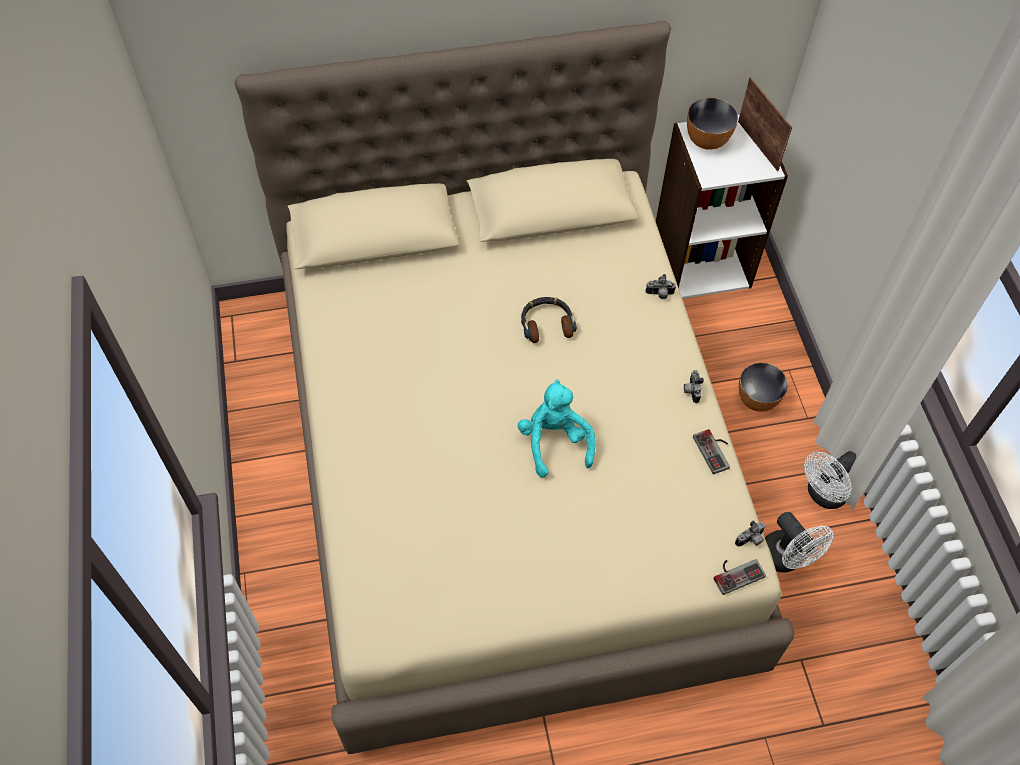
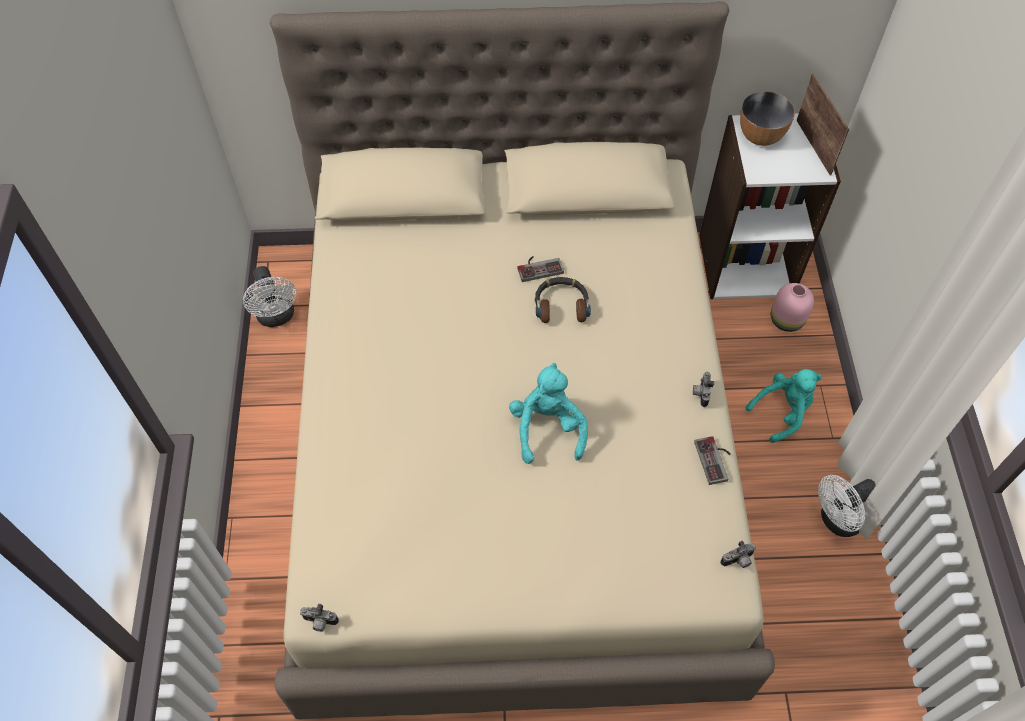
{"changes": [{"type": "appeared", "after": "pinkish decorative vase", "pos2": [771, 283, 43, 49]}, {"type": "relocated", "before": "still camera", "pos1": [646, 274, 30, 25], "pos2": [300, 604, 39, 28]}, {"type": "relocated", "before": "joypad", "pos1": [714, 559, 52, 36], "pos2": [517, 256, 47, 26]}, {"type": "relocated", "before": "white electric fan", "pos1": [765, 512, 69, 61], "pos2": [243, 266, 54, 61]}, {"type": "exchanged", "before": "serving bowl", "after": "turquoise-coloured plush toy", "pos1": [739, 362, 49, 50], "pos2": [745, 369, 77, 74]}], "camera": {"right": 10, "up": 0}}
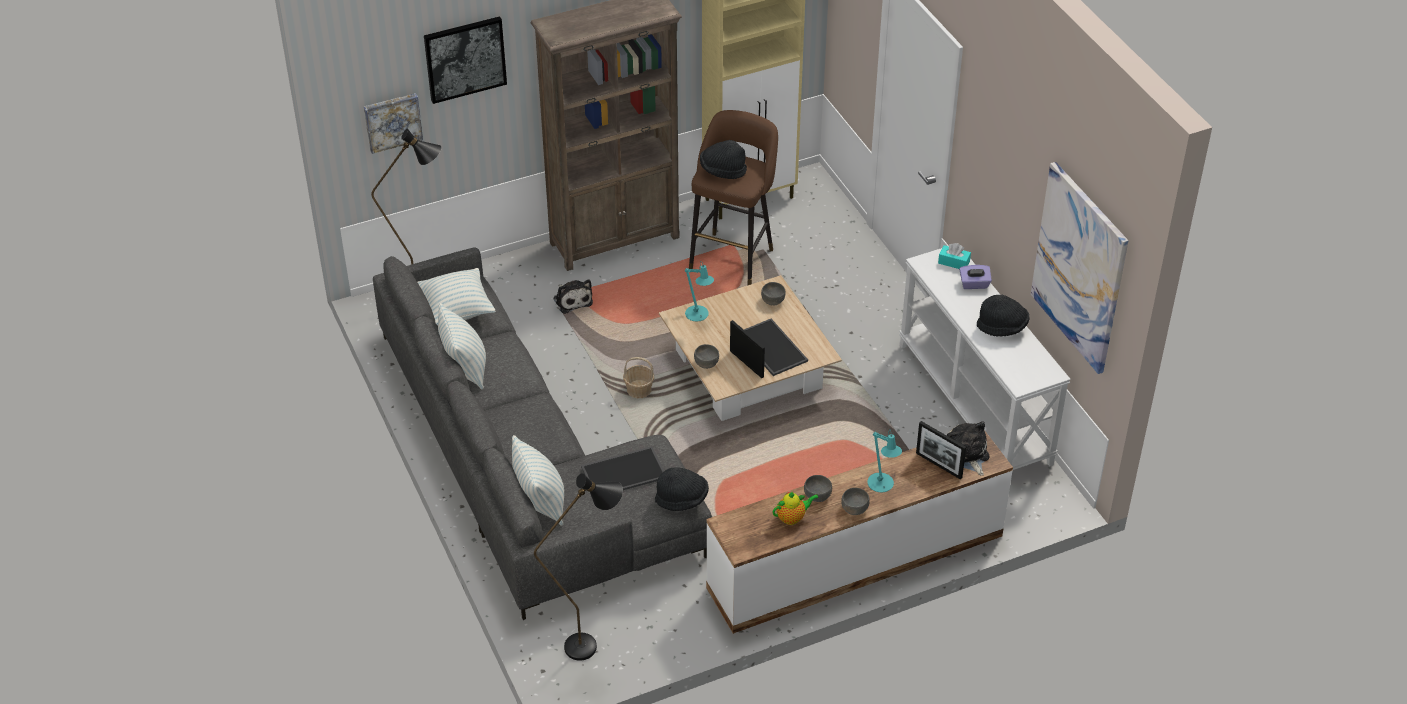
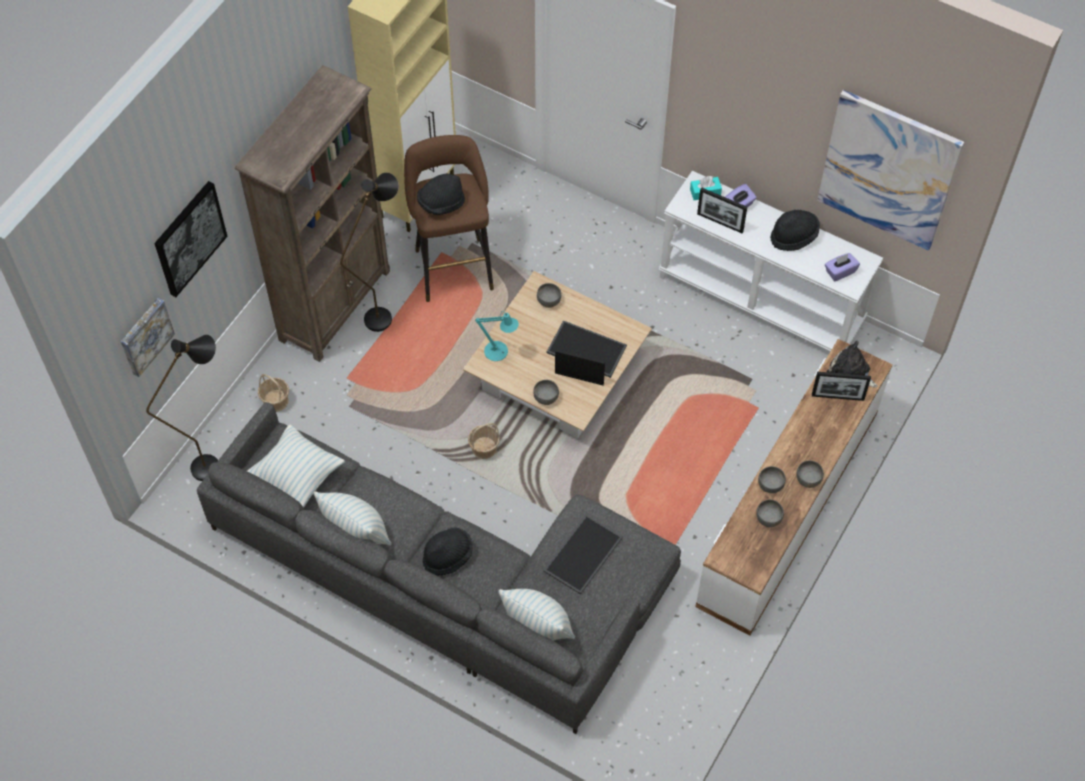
{"changes": [{"type": "missing", "before": "plush toy", "pos1": [553, 279, 40, 35]}, {"type": "missing", "before": "turquoise-coloured table lamp", "pos1": [867, 430, 35, 62]}, {"type": "appeared", "after": "basket", "pos2": [258, 374, 31, 38]}, {"type": "appeared", "after": "picture frame", "pos2": [697, 187, 50, 46]}, {"type": "appeared", "after": "purple-coloured tissue box", "pos2": [825, 253, 35, 28]}, {"type": "relocated", "before": "blackish standing lamp", "pos1": [534, 473, 89, 188], "pos2": [340, 173, 59, 159]}, {"type": "relocated", "before": "blackish wearable hat", "pos1": [655, 467, 54, 44], "pos2": [423, 527, 49, 49]}, {"type": "exchanged", "before": "teapot", "after": "greyish serving bowl", "pos1": [772, 492, 47, 33], "pos2": [756, 500, 28, 27]}], "camera": {"right": -35, "up": 15}}
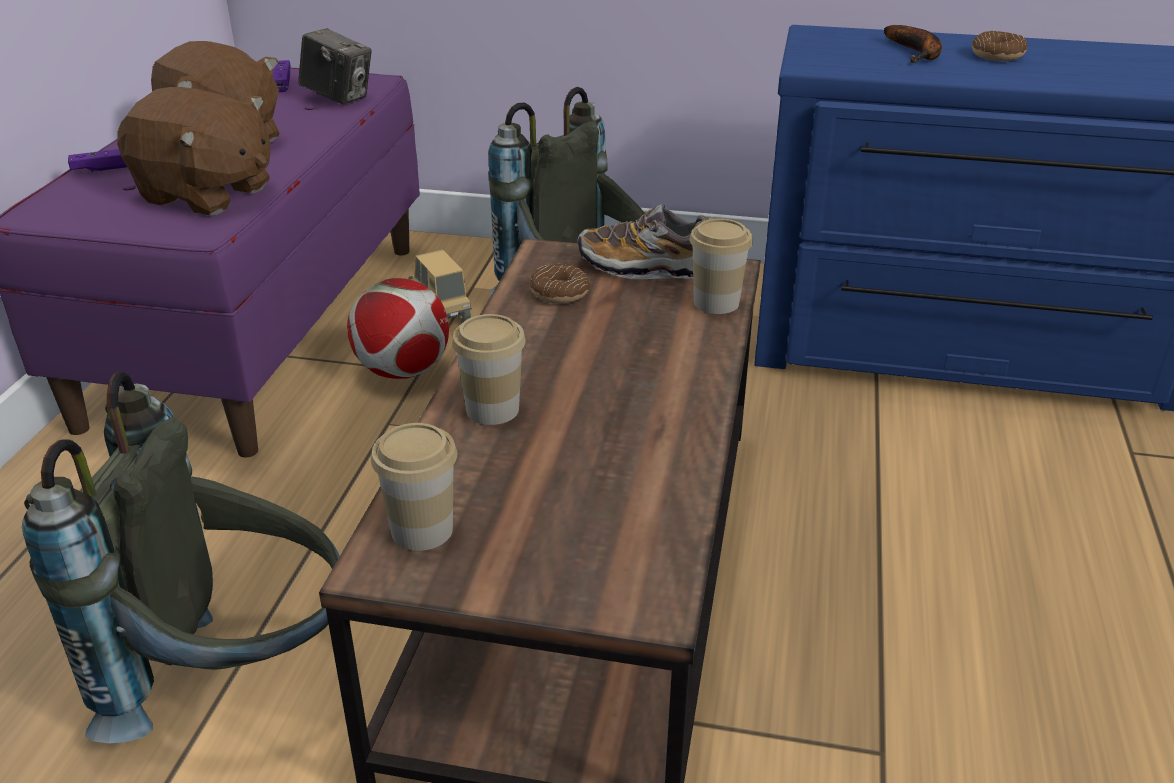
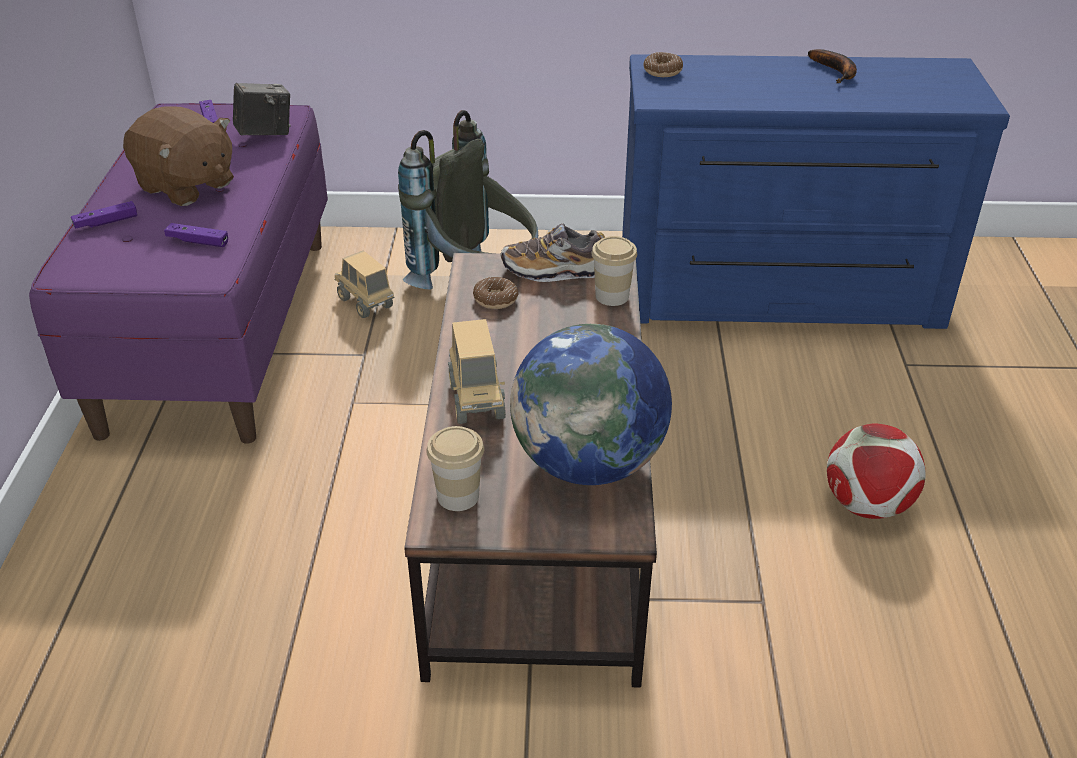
{"changes": [{"type": "missing", "before": "greyish rucksack", "pos1": [22, 371, 318, 373]}, {"type": "appeared", "after": "globe", "pos2": [510, 324, 162, 161]}, {"type": "relocated", "before": "football", "pos1": [347, 278, 102, 101], "pos2": [827, 424, 99, 95]}, {"type": "relocated", "before": "banana fruit", "pos1": [884, 25, 58, 38], "pos2": [808, 49, 49, 34]}, {"type": "relocated", "before": "doughnut", "pos1": [972, 31, 55, 30], "pos2": [643, 52, 40, 25]}, {"type": "exchanged", "before": "brown plush toy", "after": "purple-coloured joypad", "pos1": [117, 87, 153, 128], "pos2": [164, 223, 64, 24]}, {"type": "exchanged", "before": "drinking cup", "after": "toy truck", "pos1": [452, 314, 74, 111], "pos2": [448, 319, 58, 105]}, {"type": "spun", "before": "still camera", "pos1": [298, 28, 74, 77], "pos2": [233, 83, 57, 53], "turn": -45}], "camera": {"right": -10, "up": 5}}
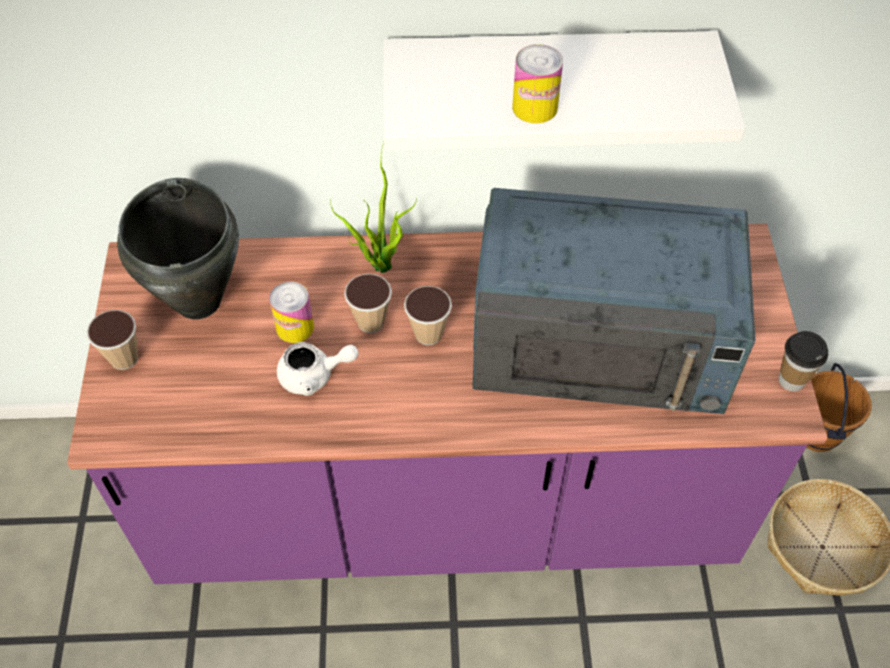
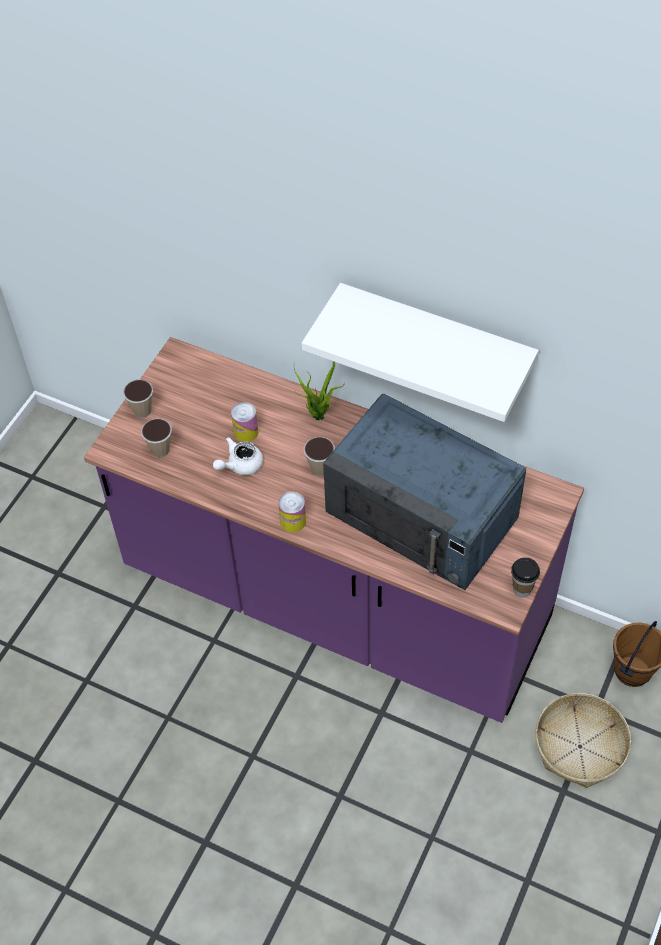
{"changes": [{"type": "missing", "before": "blackish stockpot", "pos1": [117, 178, 122, 141]}, {"type": "relocated", "before": "drinking cup", "pos1": [344, 274, 48, 59], "pos2": [141, 418, 31, 39]}, {"type": "relocated", "before": "metal can", "pos1": [512, 44, 51, 80], "pos2": [278, 491, 28, 42]}, {"type": "spun", "before": "white teapot", "pos1": [277, 342, 82, 54], "pos2": [213, 437, 50, 38], "turn": 120}], "camera": {"right": 30, "up": 0}}
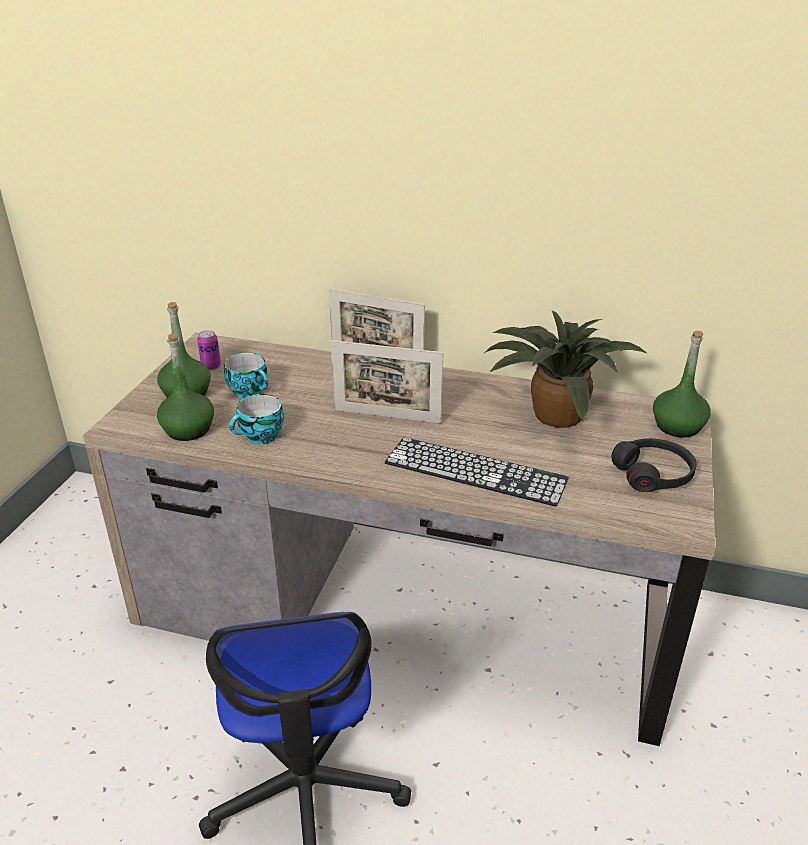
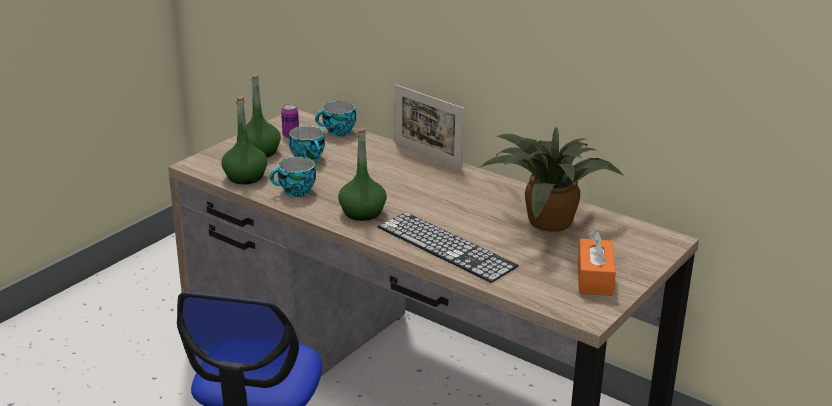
{"changes": [{"type": "missing", "before": "picture frame", "pos1": [331, 340, 112, 84]}, {"type": "appeared", "after": "drinking cup", "pos2": [315, 101, 41, 35]}, {"type": "relocated", "before": "green beverage bottle", "pos1": [653, 331, 58, 107], "pos2": [338, 127, 49, 94]}, {"type": "exchanged", "before": "blackish headphones", "after": "orangey tissue box", "pos1": [611, 438, 86, 54], "pos2": [578, 231, 38, 65]}], "camera": {"right": 20, "up": -5}}
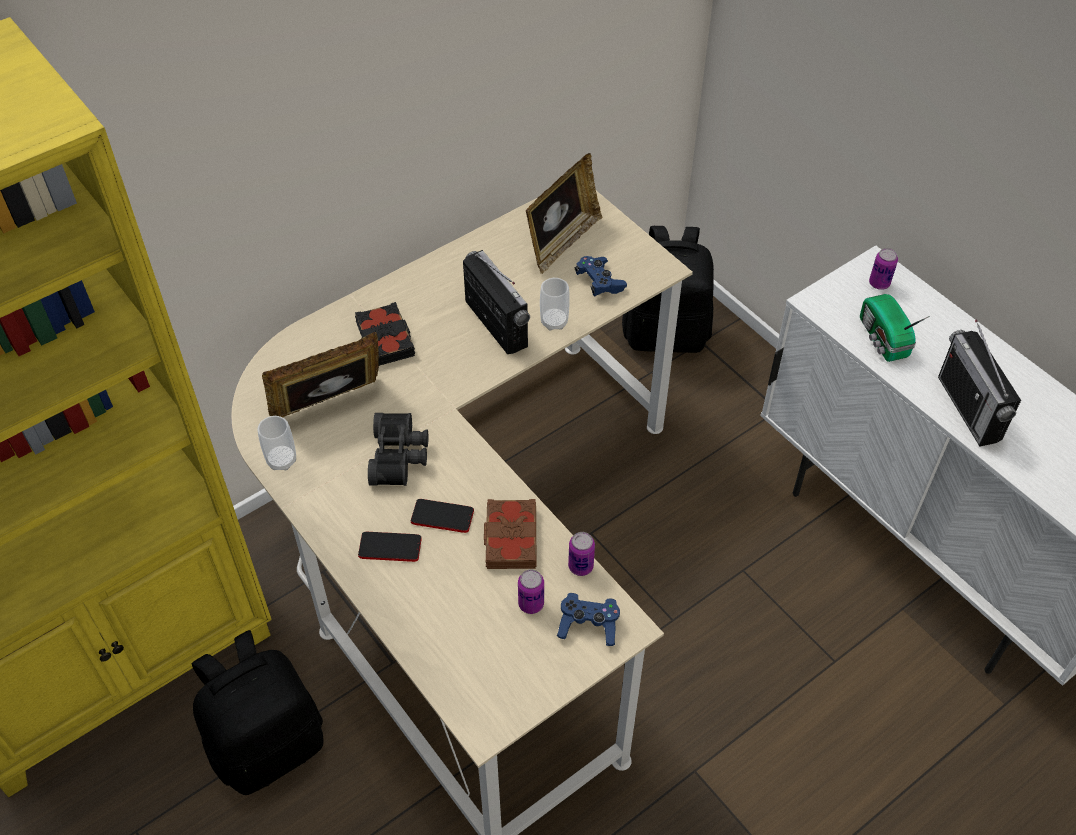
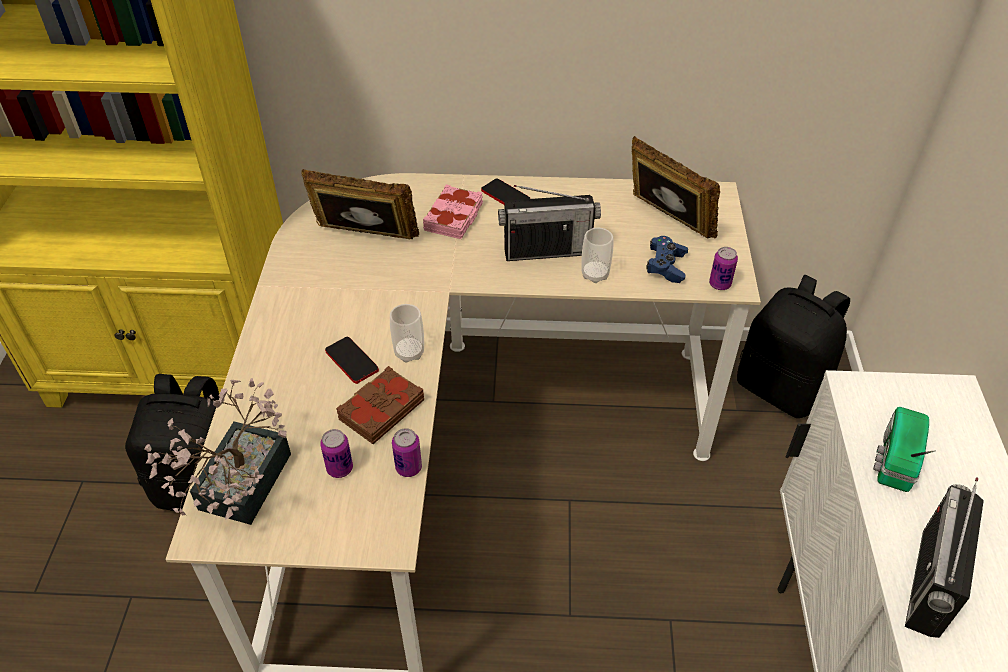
{"changes": [{"type": "missing", "before": "blackish pair of binoculars", "pos1": [368, 413, 60, 73]}, {"type": "missing", "before": "bluish joypad", "pos1": [557, 593, 63, 53]}, {"type": "appeared", "after": "potted plant", "pos2": [145, 378, 146, 147]}, {"type": "relocated", "before": "drinking cup", "pos1": [258, 416, 38, 54], "pos2": [390, 304, 34, 59]}, {"type": "relocated", "before": "phone", "pos1": [358, 532, 64, 30], "pos2": [481, 179, 50, 26]}, {"type": "relocated", "before": "metal can", "pos1": [869, 248, 29, 42], "pos2": [709, 247, 29, 43]}, {"type": "colour", "before": "blackish book", "after": "pinkish book", "pos1": [355, 302, 60, 64], "pos2": [423, 184, 60, 55]}, {"type": "spun", "before": "radio set", "pos1": [463, 250, 67, 104], "pos2": [498, 185, 103, 76], "turn": 75}, {"type": "spun", "before": "picture frame", "pos1": [526, 153, 77, 121], "pos2": [632, 136, 88, 103], "turn": -120}], "camera": {"right": 40, "up": -5}}
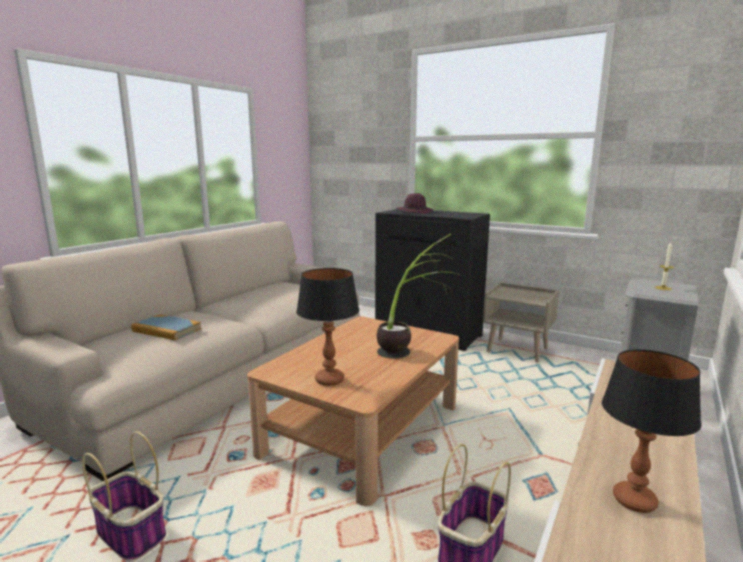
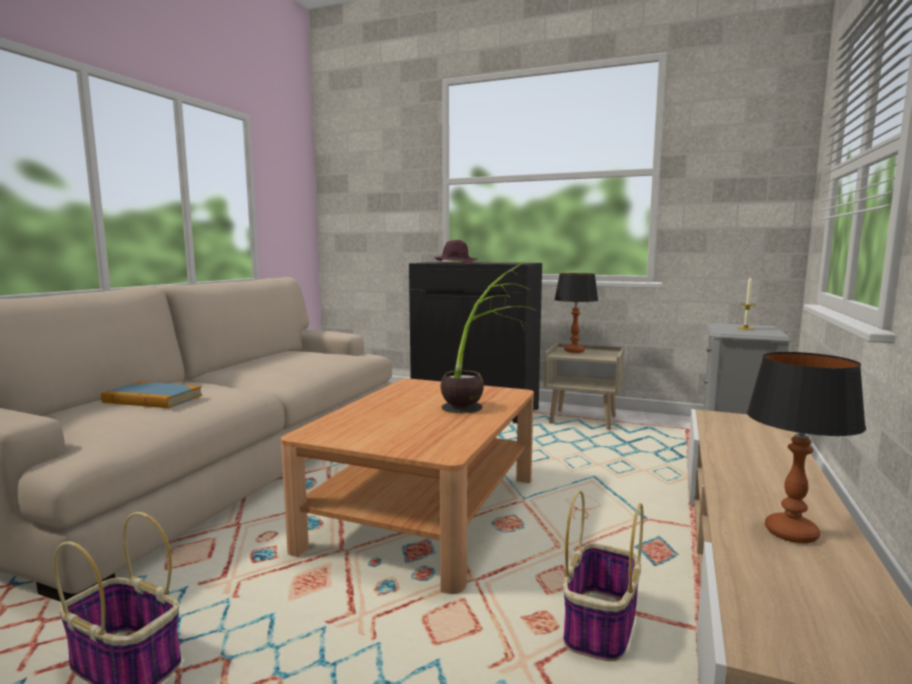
{"changes": [{"type": "relocated", "before": "table lamp", "pos1": [296, 268, 63, 118], "pos2": [554, 273, 44, 80]}], "camera": {"right": -10, "up": -5}}
